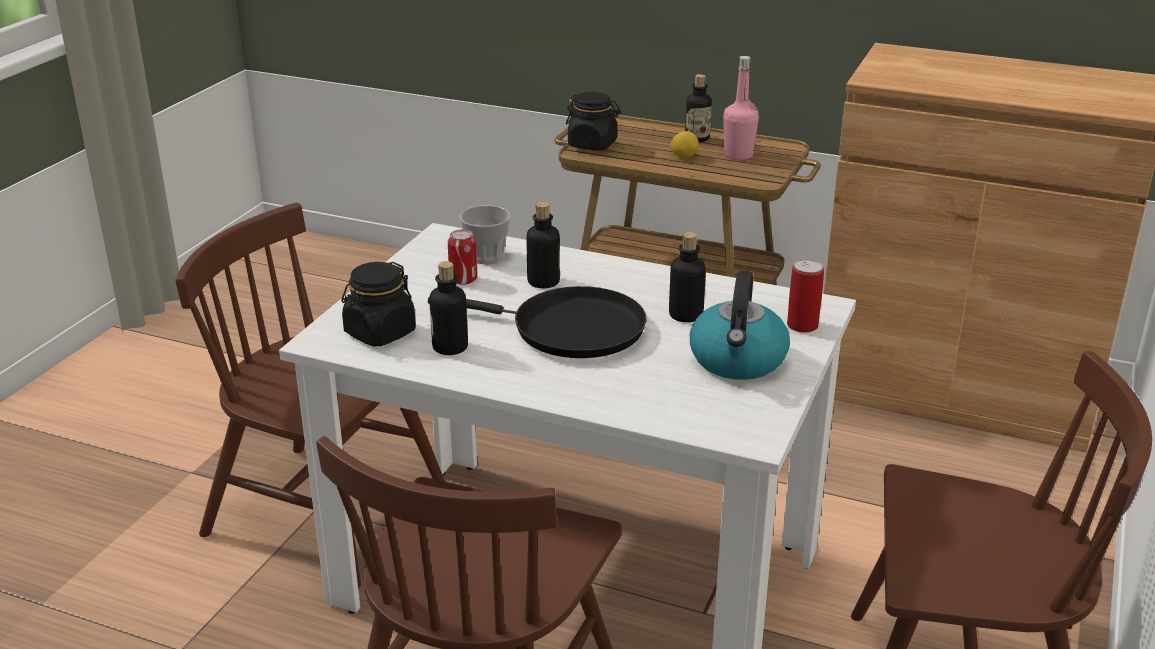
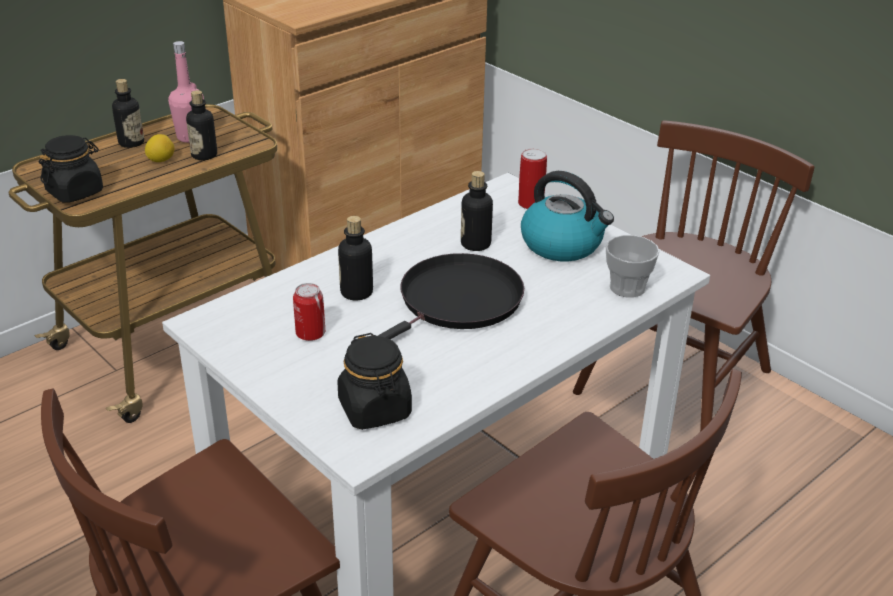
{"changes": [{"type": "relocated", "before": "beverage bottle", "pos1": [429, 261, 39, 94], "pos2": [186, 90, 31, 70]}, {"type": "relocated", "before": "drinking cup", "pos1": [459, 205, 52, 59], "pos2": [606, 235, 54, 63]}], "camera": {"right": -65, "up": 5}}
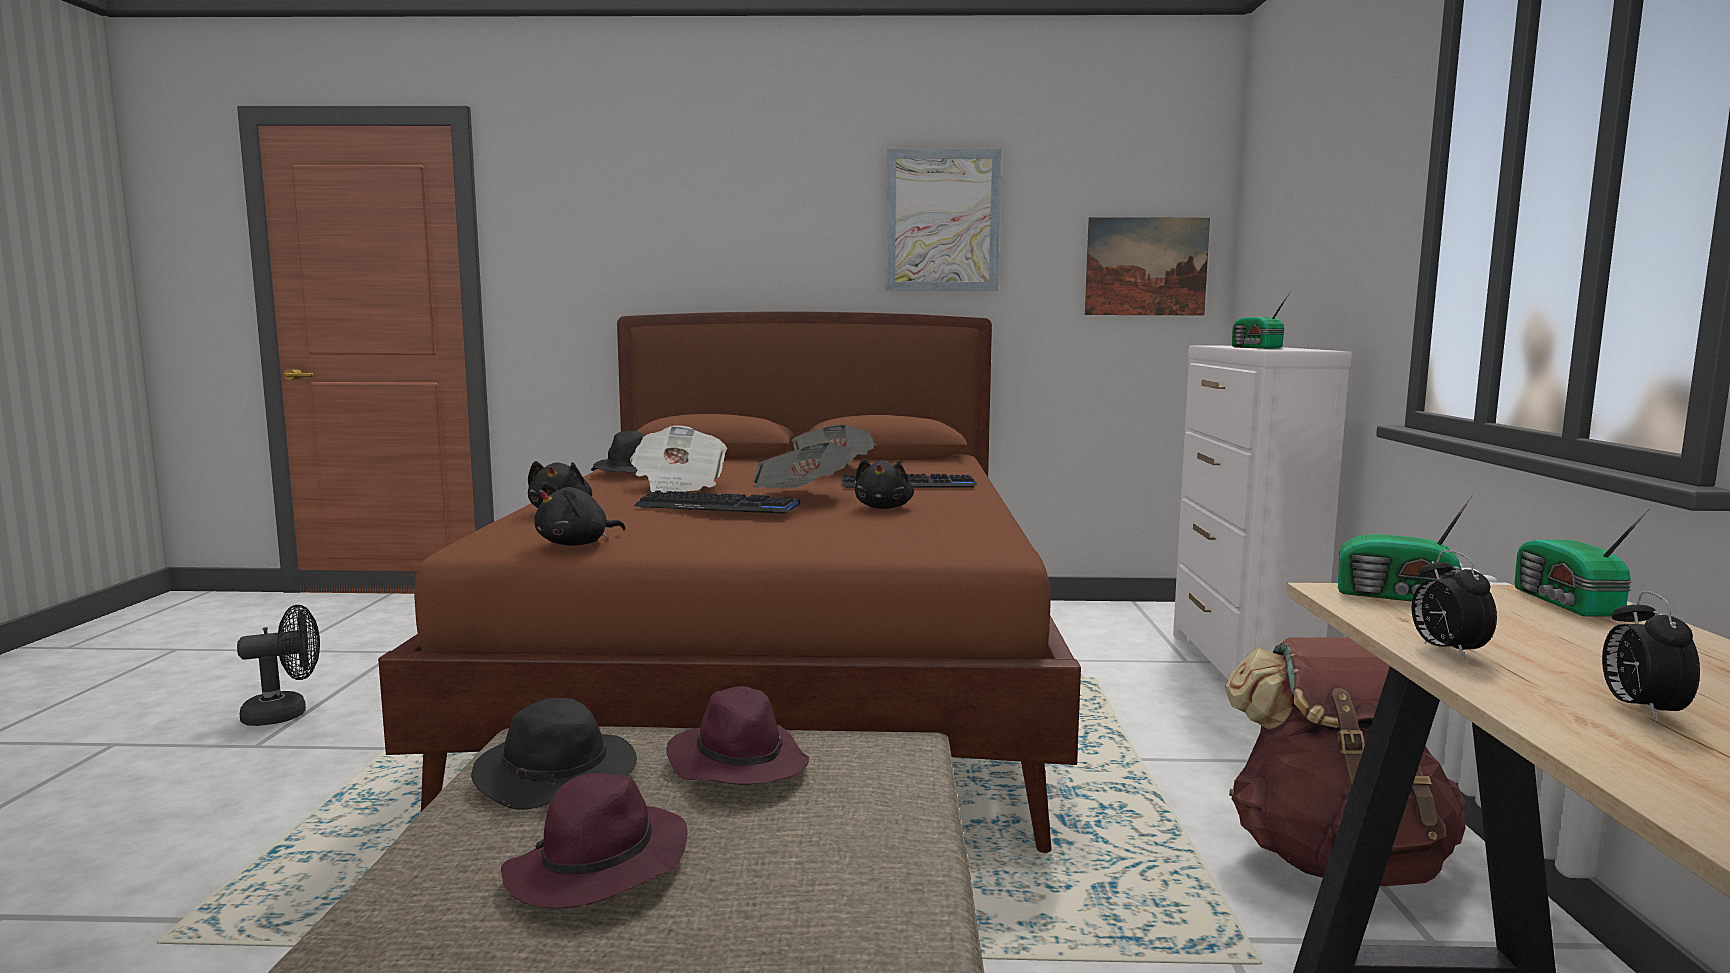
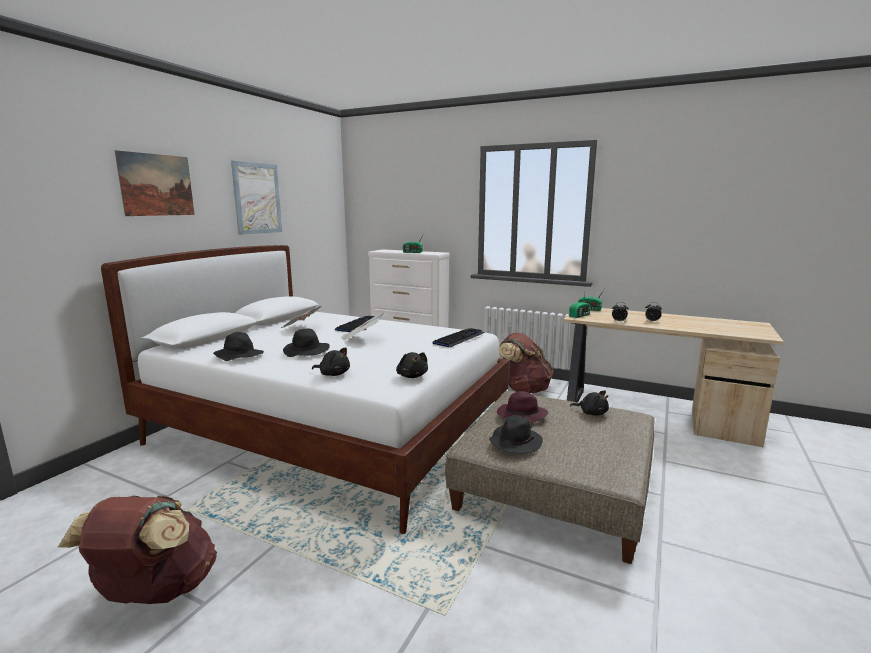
{"changes": [{"type": "missing", "before": "purple-coloured wearable hat", "pos1": [501, 773, 187, 135]}, {"type": "relocated", "before": "computer keyboard", "pos1": [634, 491, 166, 23], "pos2": [432, 328, 53, 19]}, {"type": "relocated", "before": "blackish plush toy", "pos1": [855, 459, 59, 50], "pos2": [570, 391, 39, 24]}, {"type": "relocated", "before": "picture", "pos1": [1085, 217, 125, 99], "pos2": [114, 150, 81, 66]}, {"type": "exchanged", "before": "blackish electric fan", "after": "brown rucksack", "pos1": [237, 605, 83, 121], "pos2": [58, 495, 159, 109]}, {"type": "exchanged", "before": "daily paper", "after": "blackish wearable hat", "pos1": [630, 425, 97, 68], "pos2": [283, 328, 47, 29]}, {"type": "colour", "before": "brown sleeping bed", "after": "white sleeping bed", "pos1": [378, 311, 703, 542], "pos2": [101, 245, 408, 289]}], "camera": {"right": -65, "up": 5}}
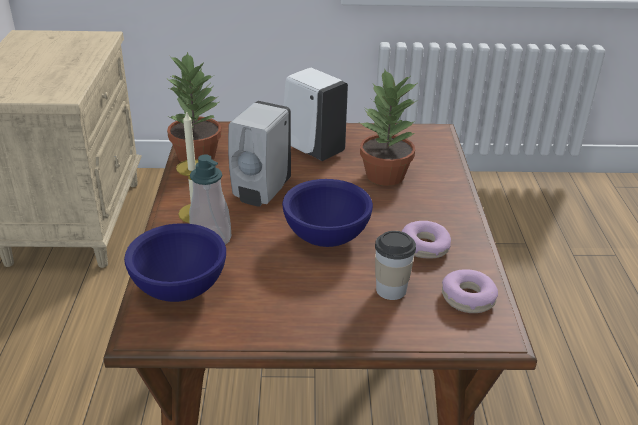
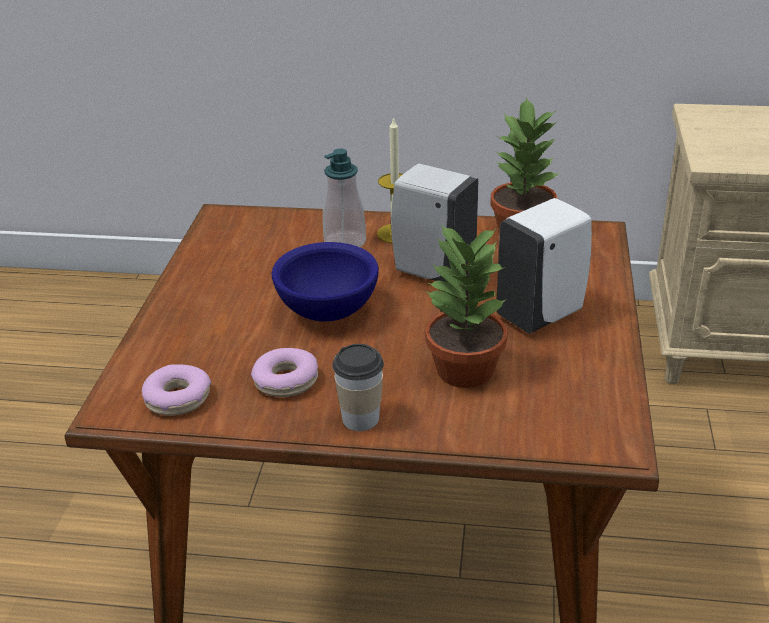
{"changes": [{"type": "missing", "before": "bluish serving bowl", "pos1": [124, 223, 102, 79]}, {"type": "relocated", "before": "drinking cup", "pos1": [375, 231, 41, 69], "pos2": [332, 344, 52, 87]}], "camera": {"right": 100, "up": 0}}
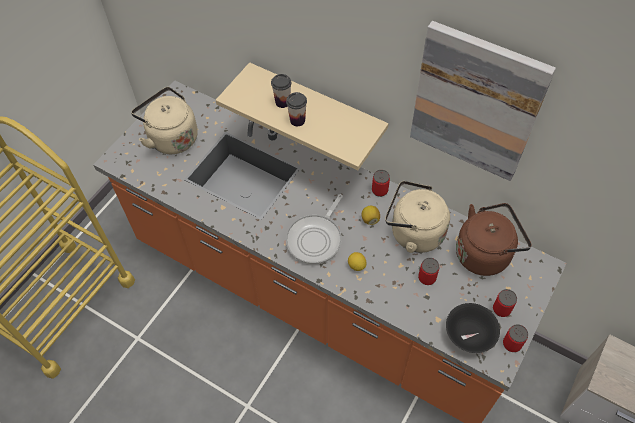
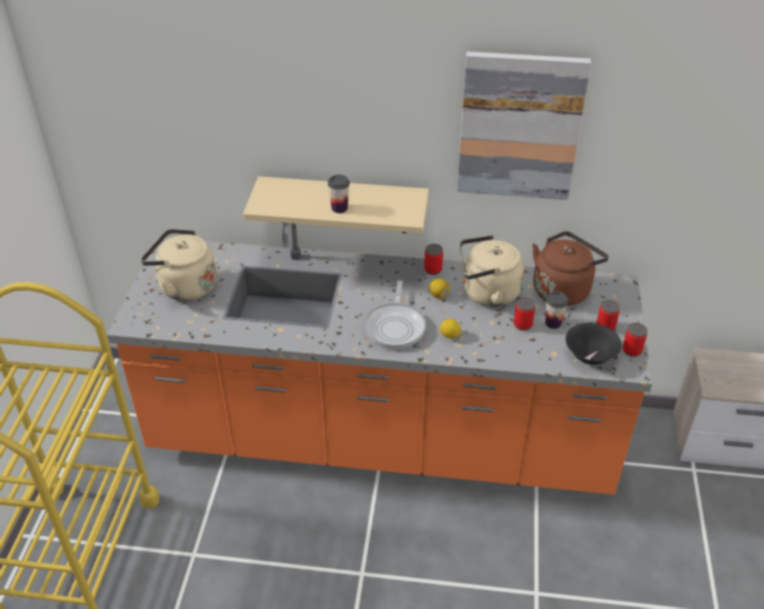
{"changes": [{"type": "relocated", "before": "drinking cup", "pos1": [271, 74, 21, 34], "pos2": [545, 292, 23, 37]}], "camera": {"right": -25, "up": -15}}
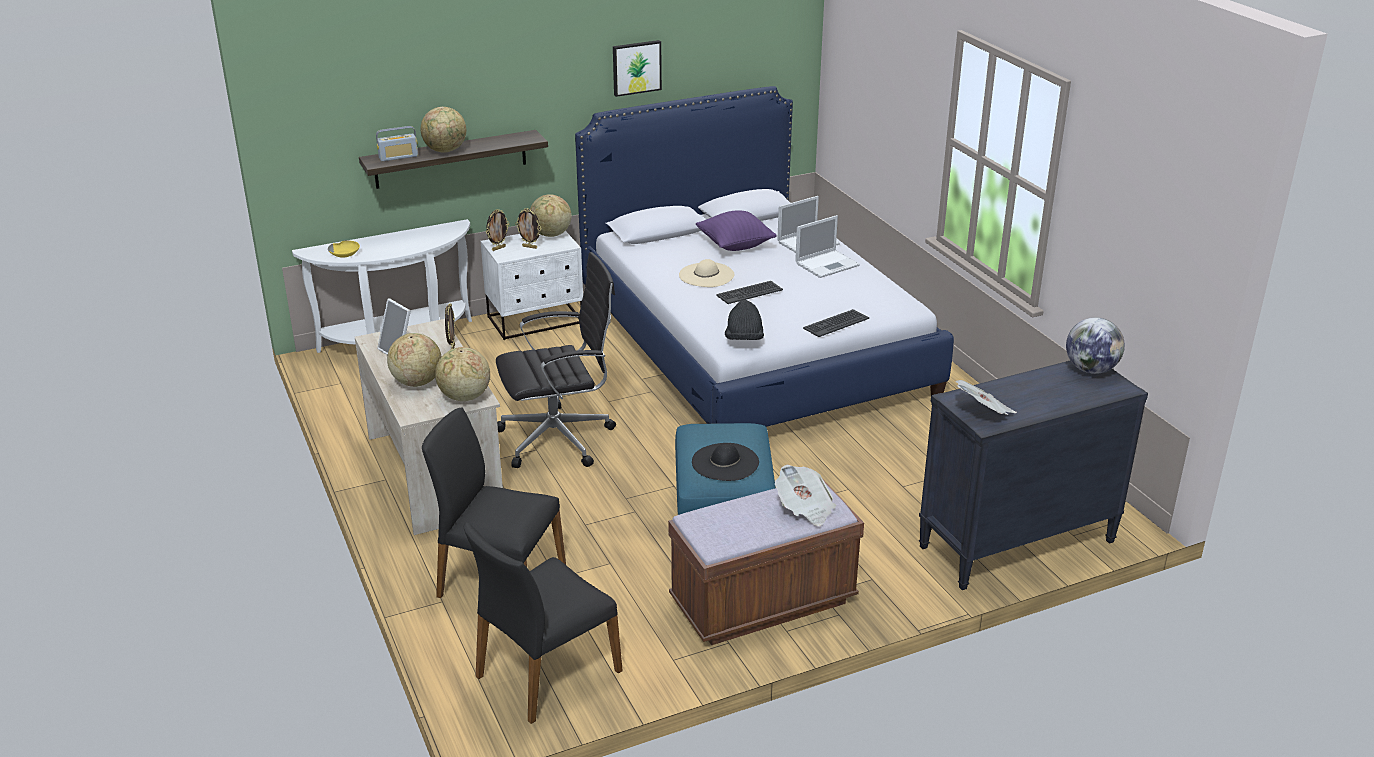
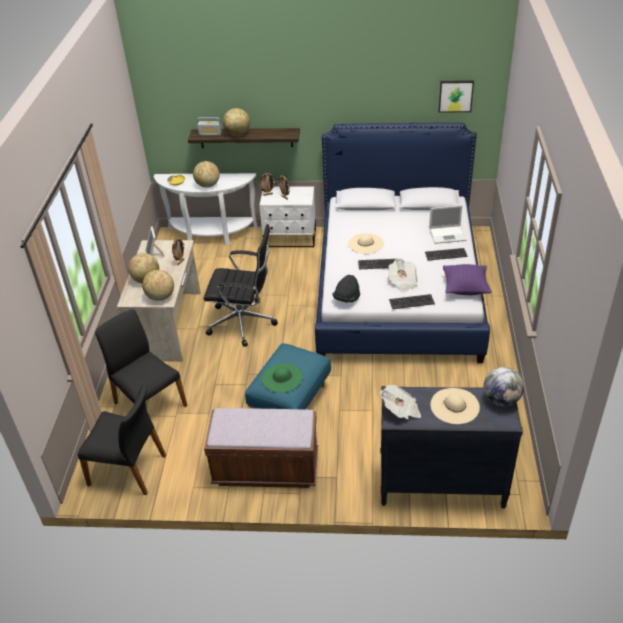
{"changes": [{"type": "appeared", "after": "beige wearable hat", "pos2": [431, 388, 49, 36]}, {"type": "relocated", "before": "globe", "pos1": [530, 194, 42, 43], "pos2": [193, 161, 27, 27]}, {"type": "relocated", "before": "picture", "pos1": [613, 40, 49, 57], "pos2": [439, 80, 35, 33]}, {"type": "relocated", "before": "purple-coloured pillow", "pos1": [696, 210, 81, 41], "pos2": [443, 264, 48, 31]}, {"type": "relocated", "before": "daily paper", "pos1": [775, 465, 61, 61], "pos2": [388, 258, 30, 35]}, {"type": "exchanged", "before": "laptop", "after": "computer keyboard", "pos1": [795, 215, 65, 63], "pos2": [425, 248, 43, 13]}, {"type": "colour", "before": "blackish wearable hat", "after": "green wearable hat", "pos1": [692, 443, 67, 38], "pos2": [262, 363, 41, 30]}, {"type": "spun", "before": "blackish upright chair", "pos1": [464, 522, 159, 202], "pos2": [78, 384, 88, 111], "turn": -150}], "camera": {"right": 30, "up": 10}}
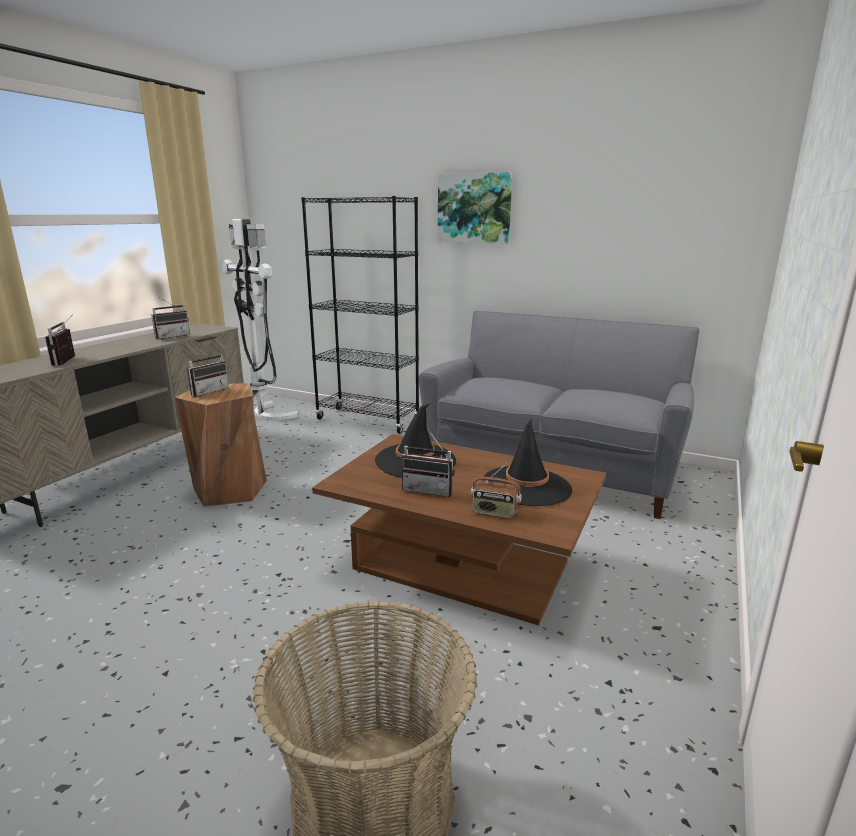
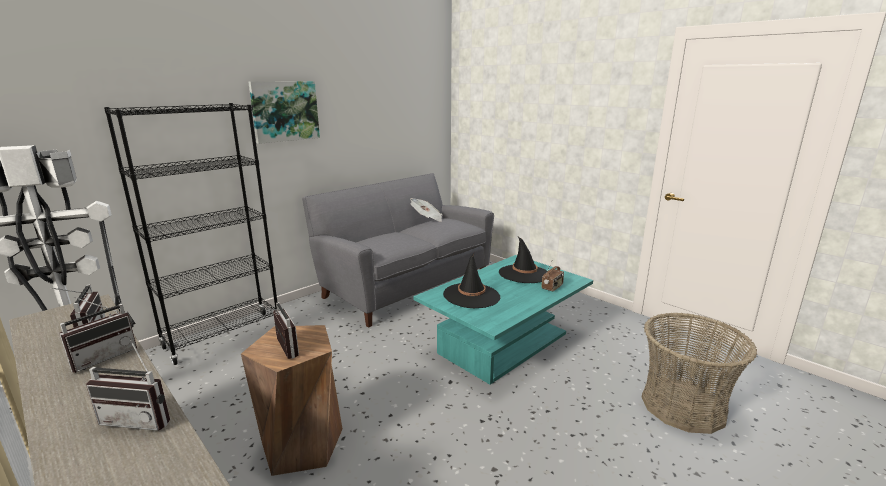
{"changes": [{"type": "appeared", "after": "daily paper", "pos2": [410, 198, 32, 24]}, {"type": "relocated", "before": "radio set", "pos1": [402, 429, 53, 68], "pos2": [60, 297, 77, 76]}, {"type": "colour", "before": "brown low table", "after": "turquoise-coloured low table", "pos1": [312, 434, 294, 191], "pos2": [414, 255, 179, 129]}], "camera": {"right": -70, "up": 0}}
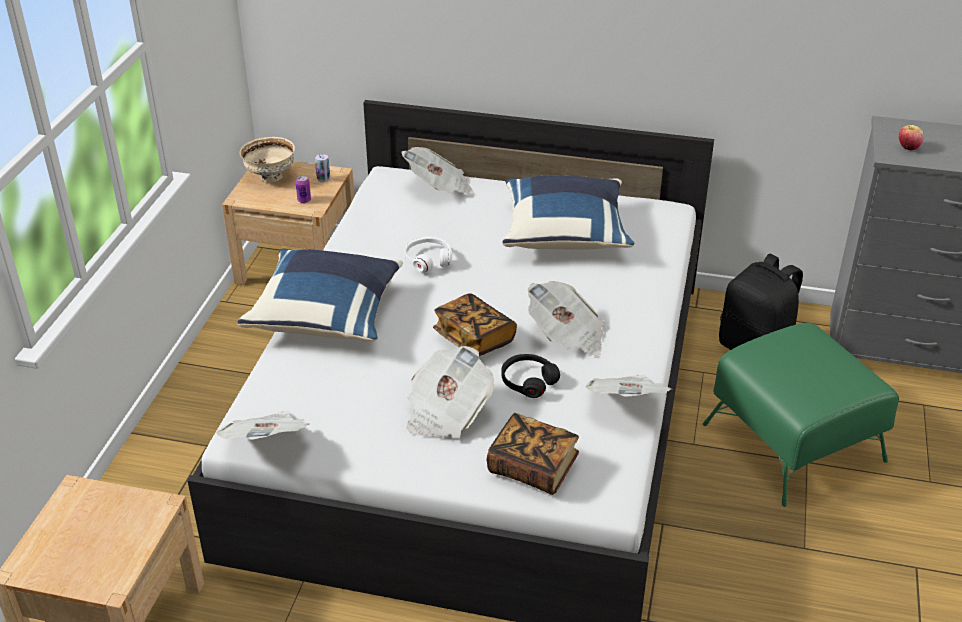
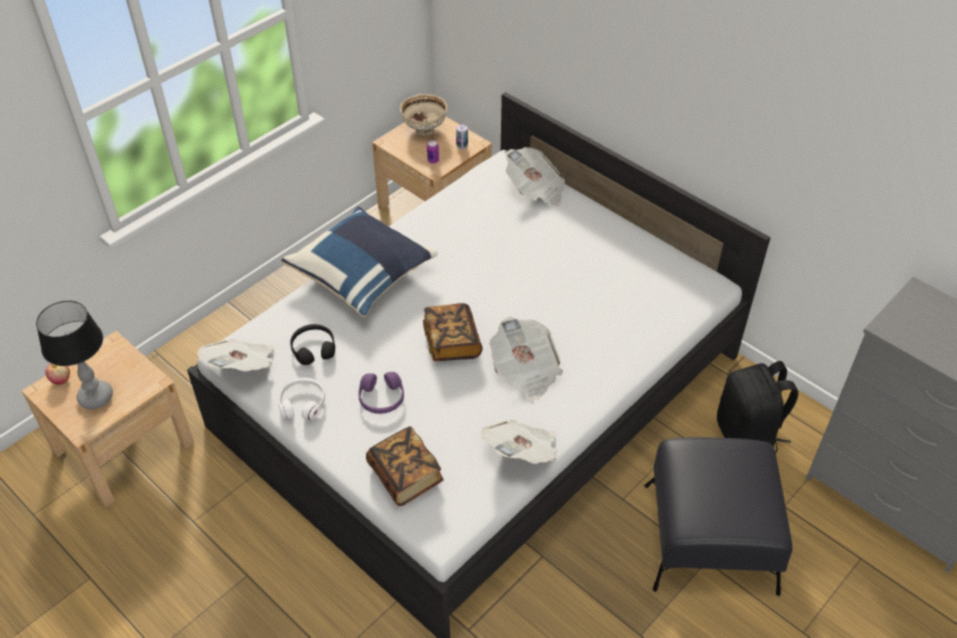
{"changes": [{"type": "missing", "before": "bluish pillow", "pos1": [502, 176, 132, 73]}, {"type": "appeared", "after": "table lamp", "pos2": [36, 301, 77, 108]}, {"type": "relocated", "before": "white headphones", "pos1": [405, 236, 47, 36], "pos2": [278, 378, 47, 42]}, {"type": "relocated", "before": "blackish headphones", "pos1": [502, 354, 58, 44], "pos2": [290, 324, 45, 41]}, {"type": "relocated", "before": "apple fruit", "pos1": [899, 125, 25, 26], "pos2": [45, 363, 25, 22]}, {"type": "exchanged", "before": "daily paper", "after": "purple-coloured headphones", "pos1": [407, 346, 87, 92], "pos2": [358, 372, 46, 42]}, {"type": "colour", "before": "green pouffe", "after": "blackish pouffe", "pos1": [703, 323, 196, 184], "pos2": [645, 437, 147, 159]}], "camera": {"right": 30, "up": 10}}
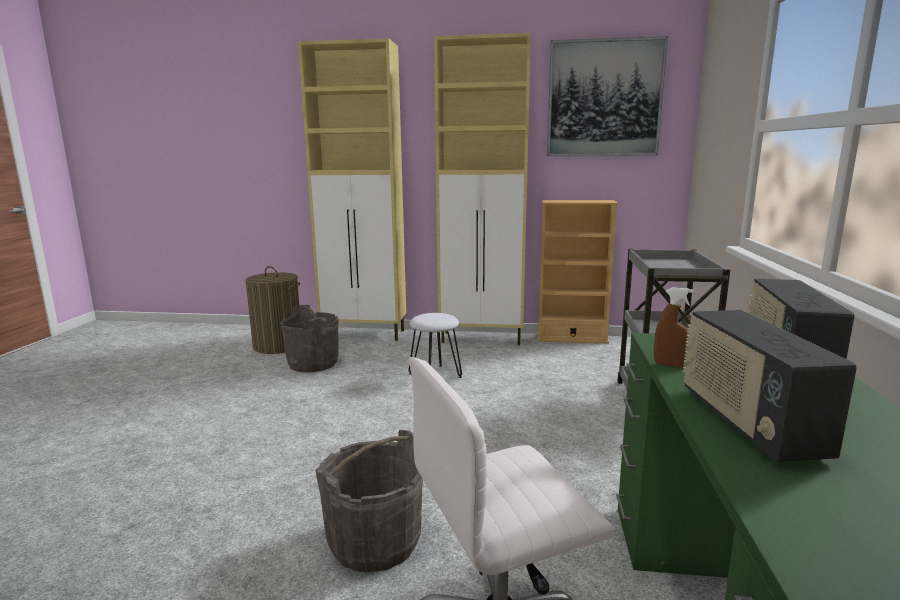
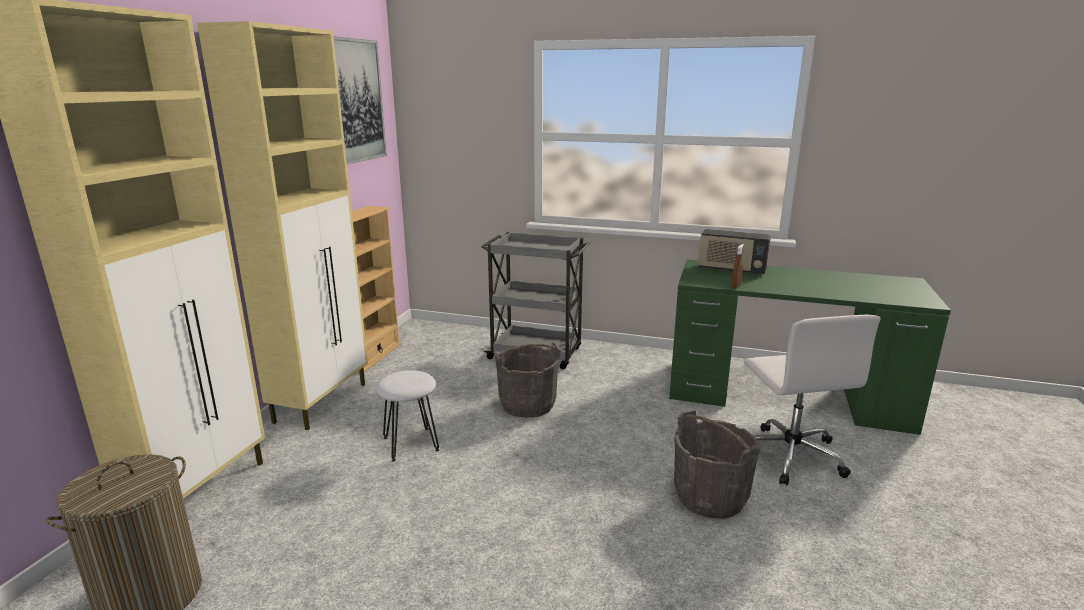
{"changes": [{"type": "missing", "before": "radio set", "pos1": [683, 310, 174, 152]}, {"type": "relocated", "before": "greyish bucket", "pos1": [280, 305, 59, 68], "pos2": [493, 343, 68, 75]}], "camera": {"right": -80, "up": 5}}
